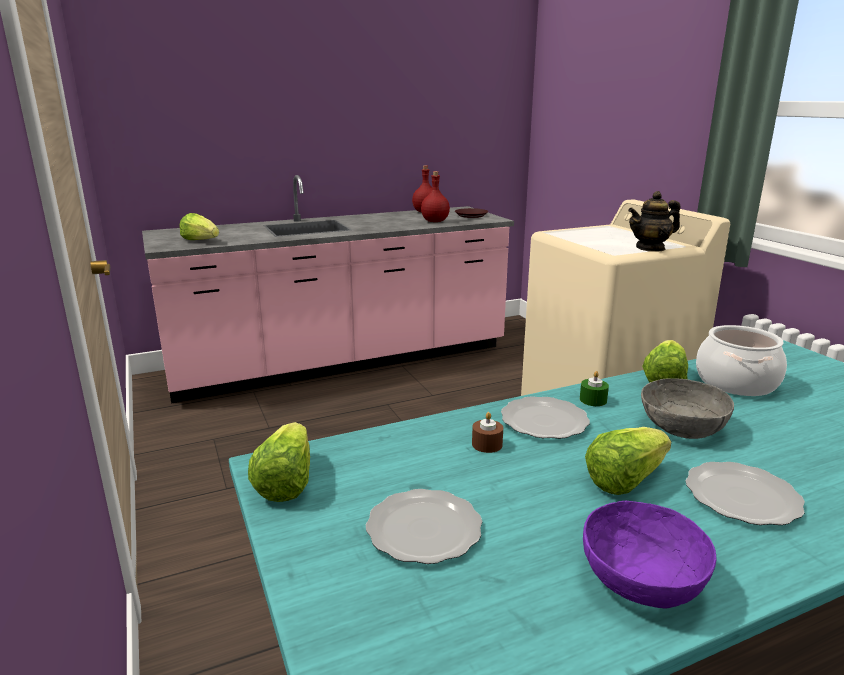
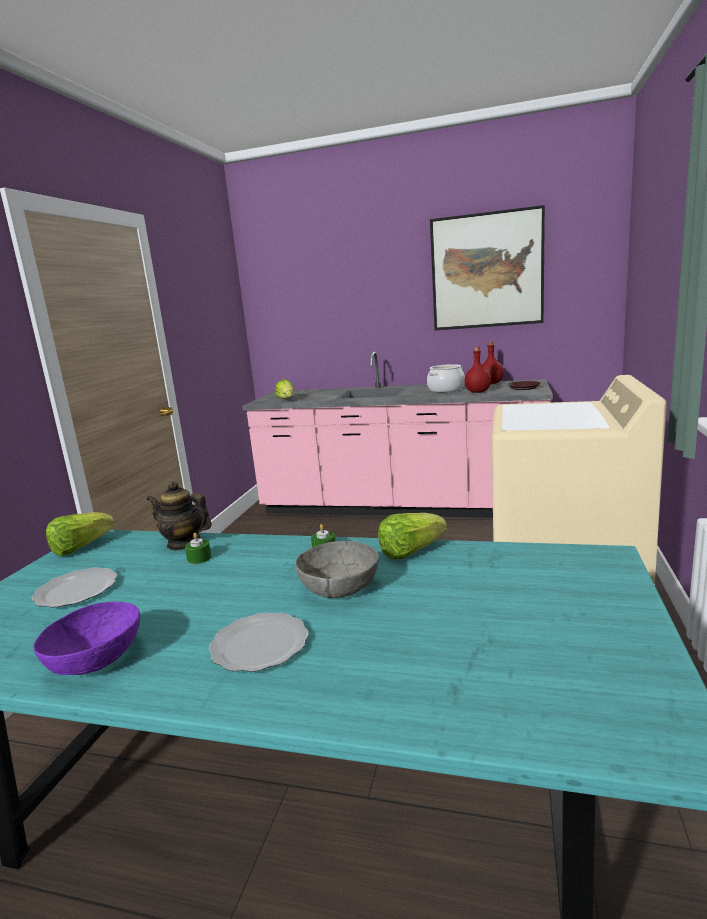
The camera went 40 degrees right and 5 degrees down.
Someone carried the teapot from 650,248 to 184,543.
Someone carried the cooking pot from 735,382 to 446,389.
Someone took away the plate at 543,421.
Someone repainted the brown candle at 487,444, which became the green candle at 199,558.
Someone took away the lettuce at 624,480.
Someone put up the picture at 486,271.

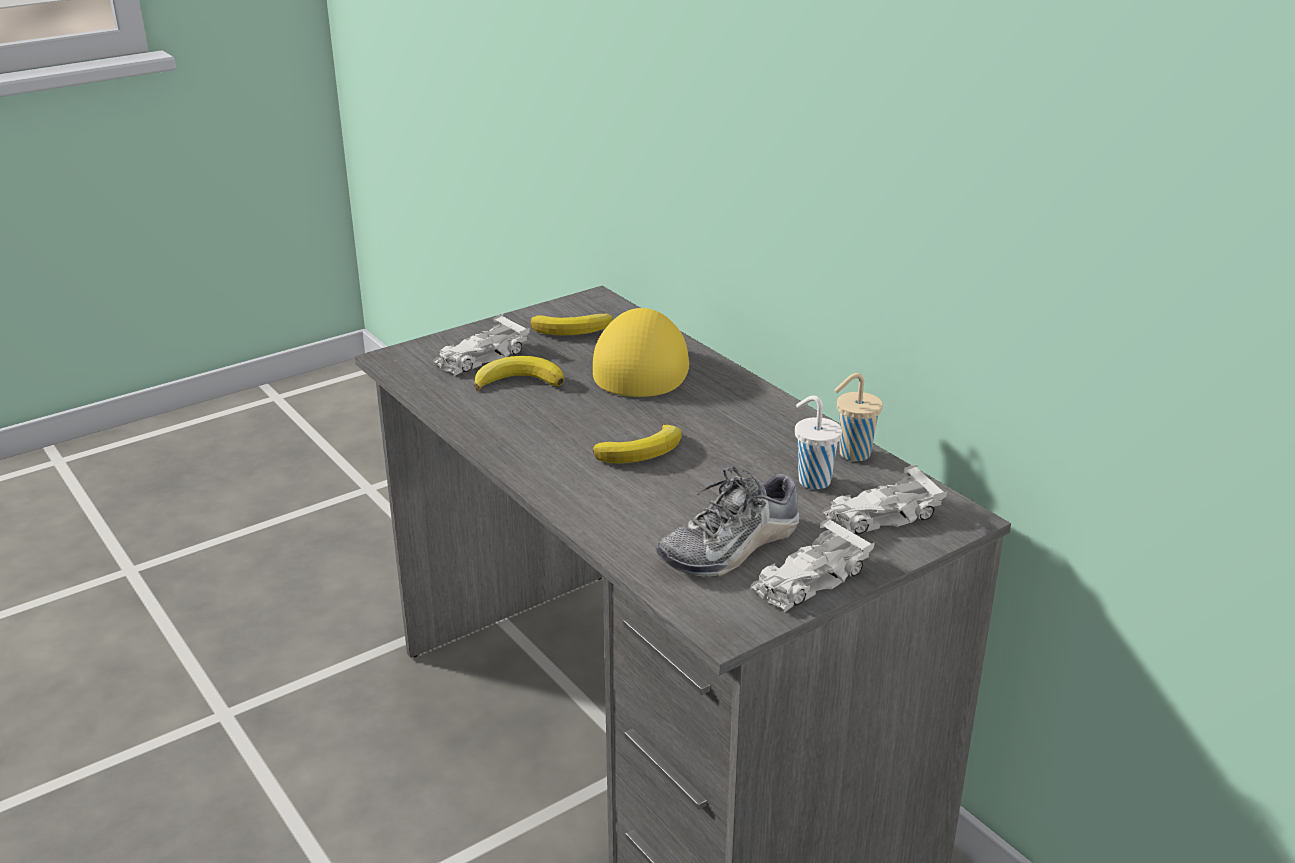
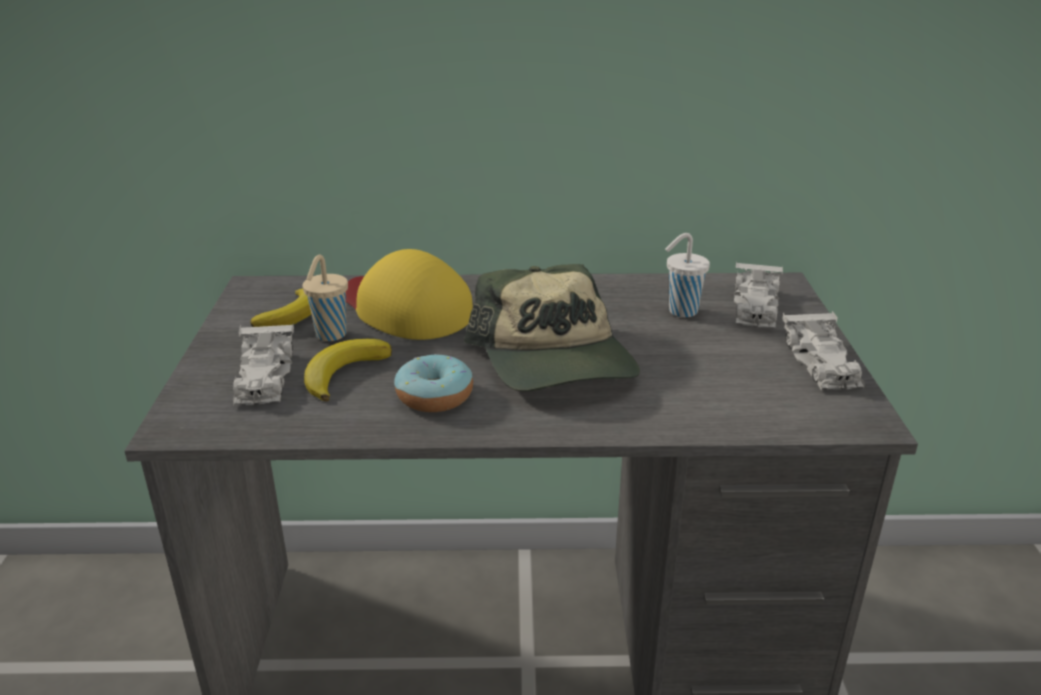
The camera went 55 degrees left and 0 degrees up.
Someone carried the beige cup from 852,454 to 330,335.
Someone swapped the banana at 643,451 for the cap at 555,359.
Someone took away the shoe at 731,547.
Someone put down the donut at 434,396.

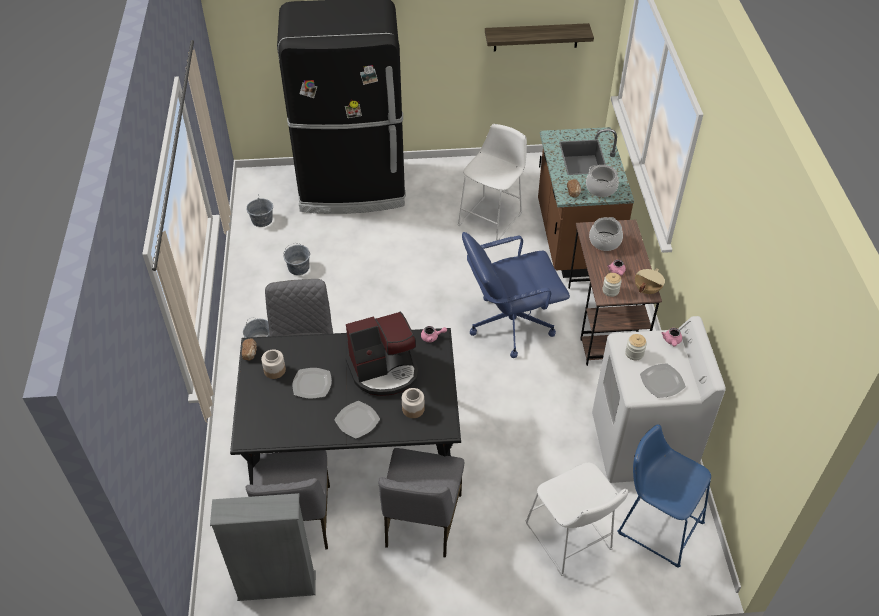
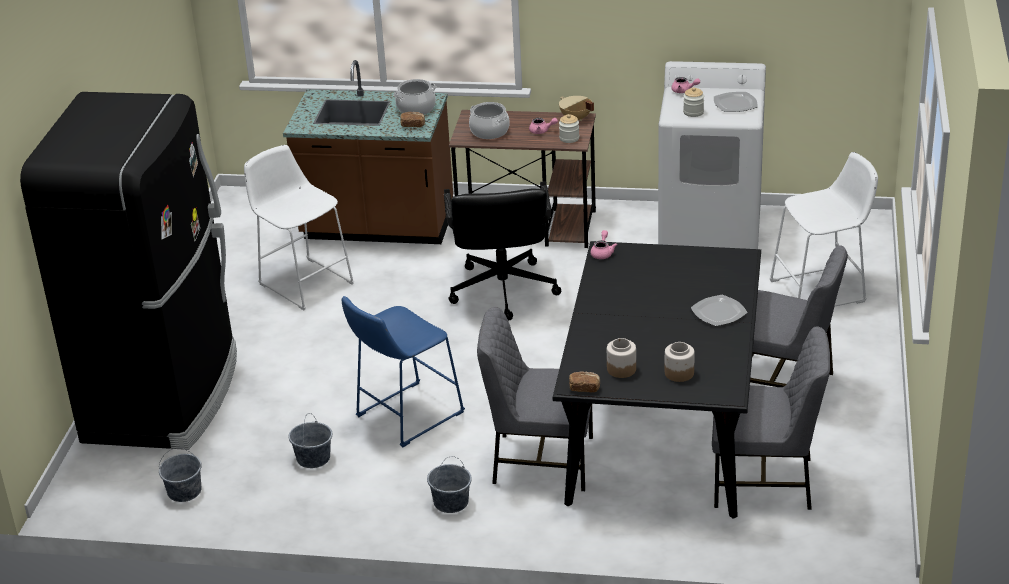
The camera went 75 degrees left and 15 degrees down.
Someone took away the shelf at 536,37.
Someone repainted the blue office chair at 510,324, which became the black office chair at 502,291.
Someone took away the coffee machine at 384,371.
Someone took away the plate at 312,384.
Someone carried the jar from 413,409 to 678,373.
Someone carried the blue stool from 656,525 to 405,416.
Someone took away the grey bookcase at 277,586.

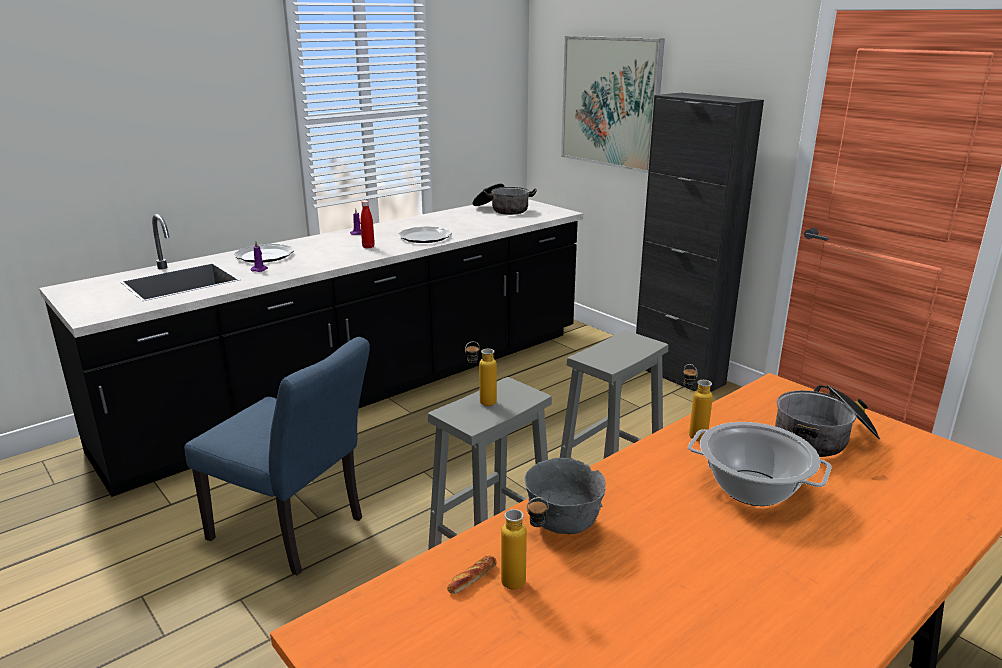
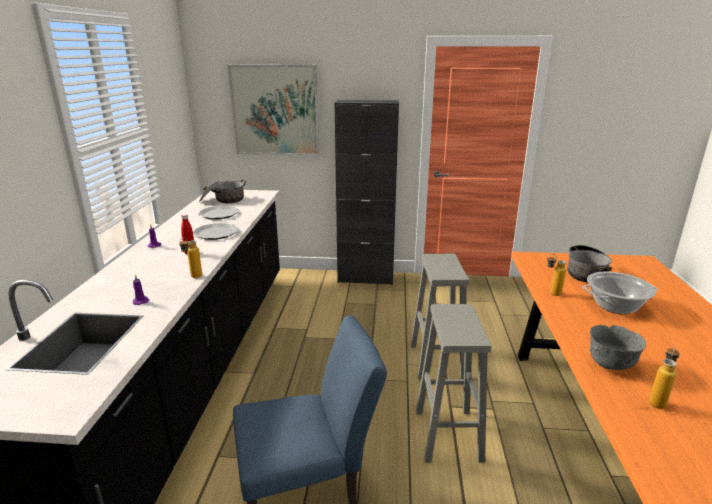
The camera went 45 degrees left and 0 degrees up.
Someone carried the plate from 265,255 to 219,214.
Someone carried the bottle from 481,403 to 193,278.
Someone took away the bread at 472,578.

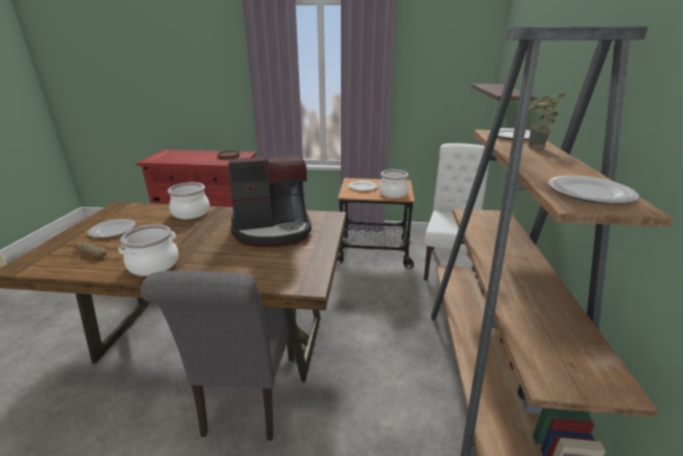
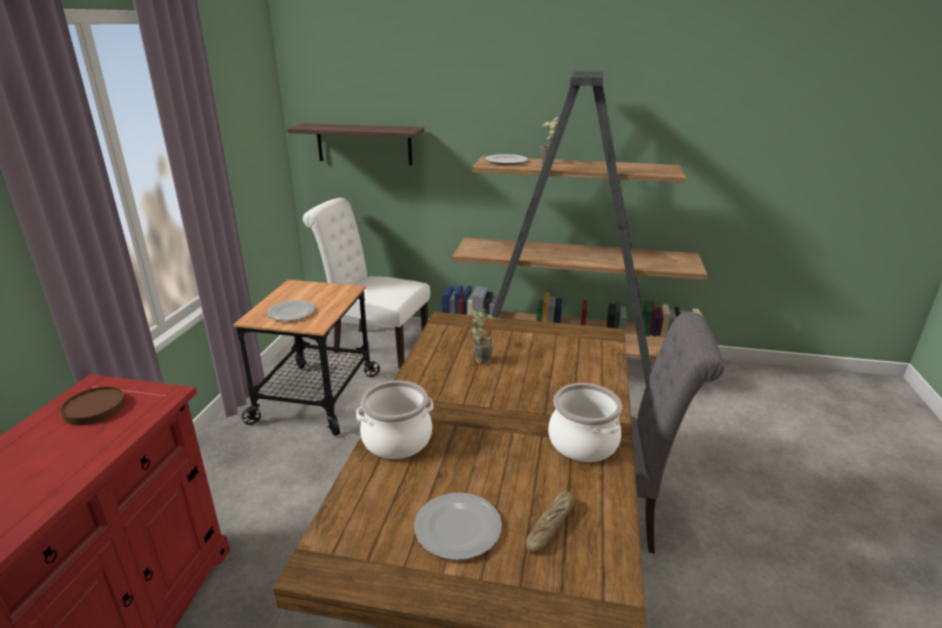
The camera went 85 degrees left and 0 degrees up.
Someone swapped the coffee machine at 273,229 for the potted plant at 480,358.
Someone took away the cooking pot at 393,193.
Someone took away the plate at 590,193.

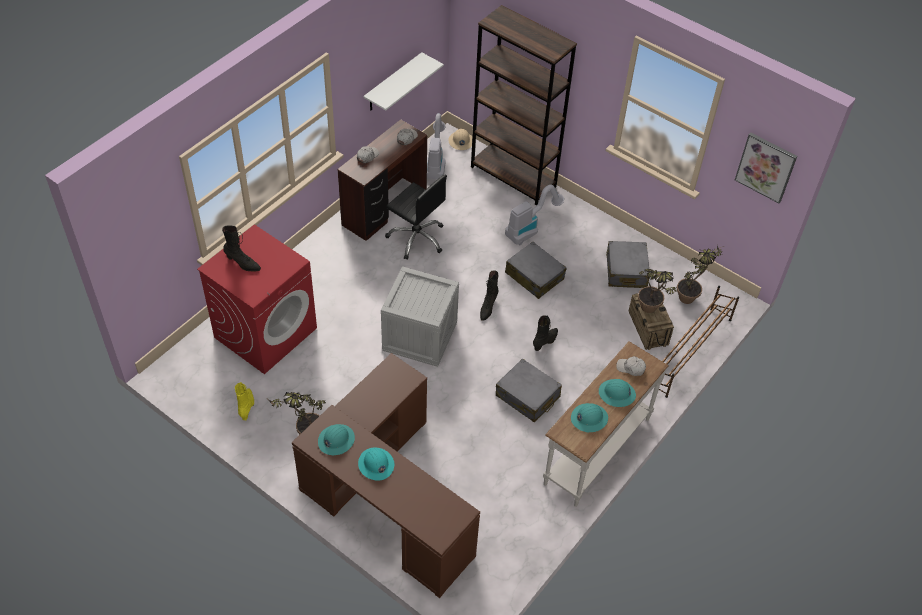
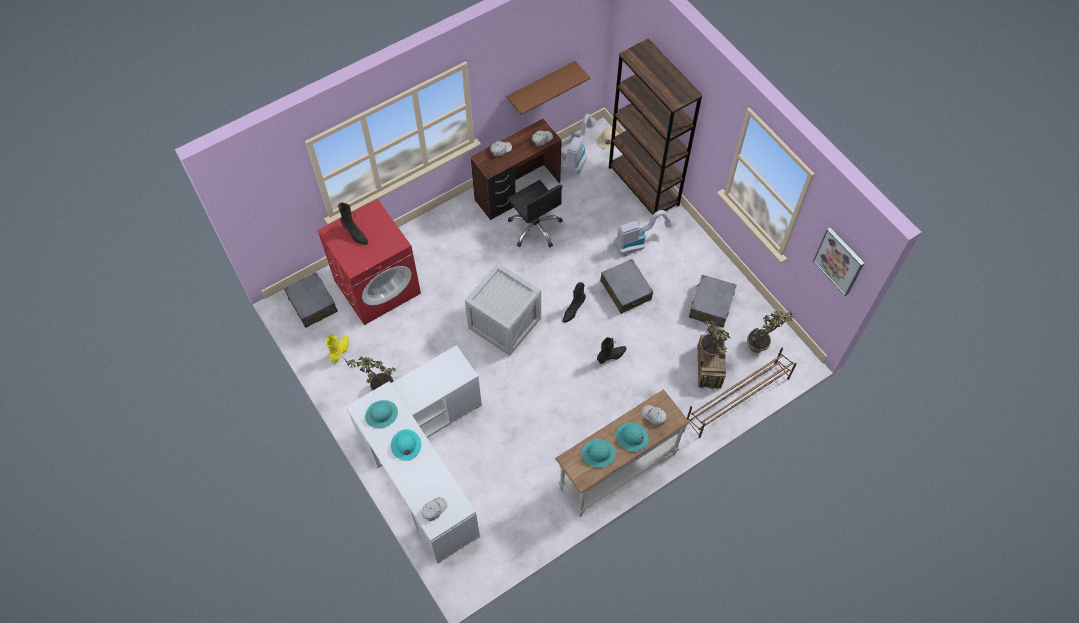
The camera went 20 degrees right and 10 degrees up.
Someone repainted the white shelf at 393,83, which became the brown shelf at 541,85.
Someone repainted the brown desk at 384,496, which became the white desk at 424,462.
Someone carried the grey suitcase from 527,396 to 312,304.
Someone put down the white cap at 434,510.

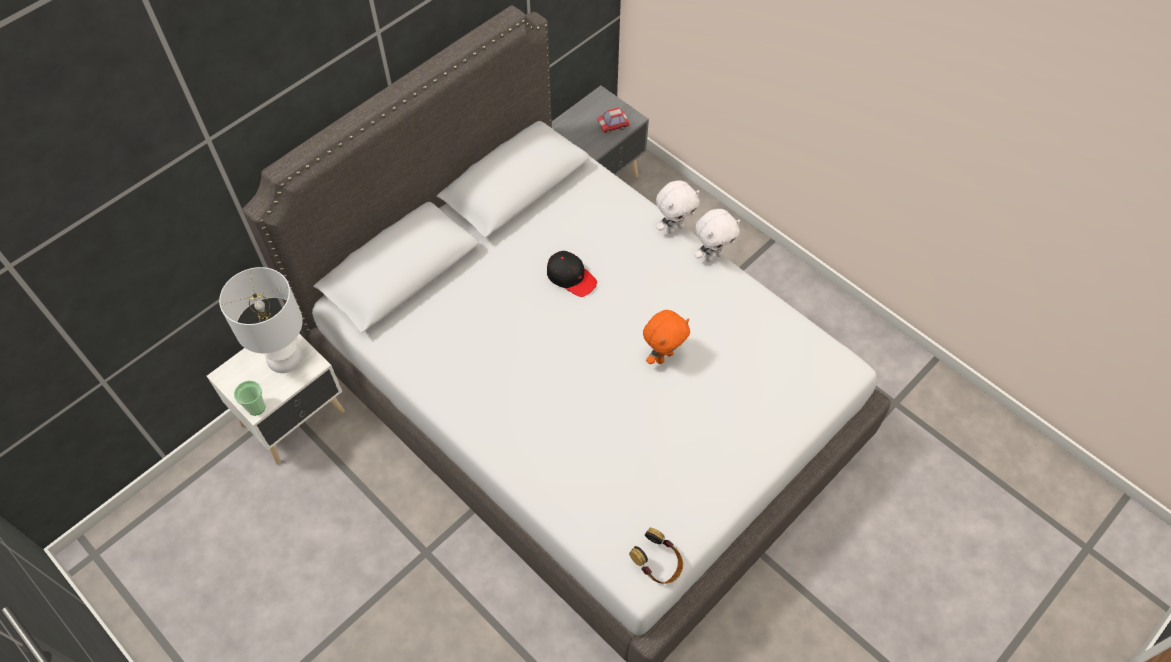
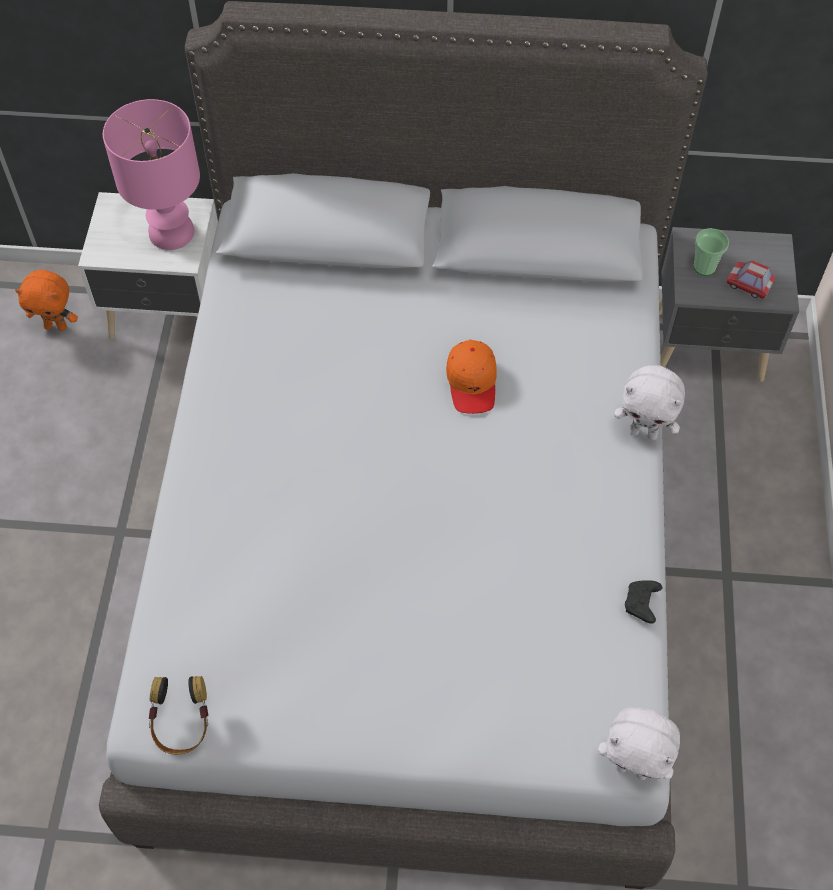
The camera went 50 degrees right and 0 degrees up.
Someone carried the white plush toy from 712,256 to 632,768.
Someone repainted the black cap at 571,277, which became the orange cap at 472,382.
Someone repainted the white table lamp at 285,358, which became the pink table lamp at 171,233.
Someone carried the orange plush toy from 663,356 to 56,326.
Someone carried the cup from 256,407 to 704,267.
Someone put down the black game controller at 641,604.

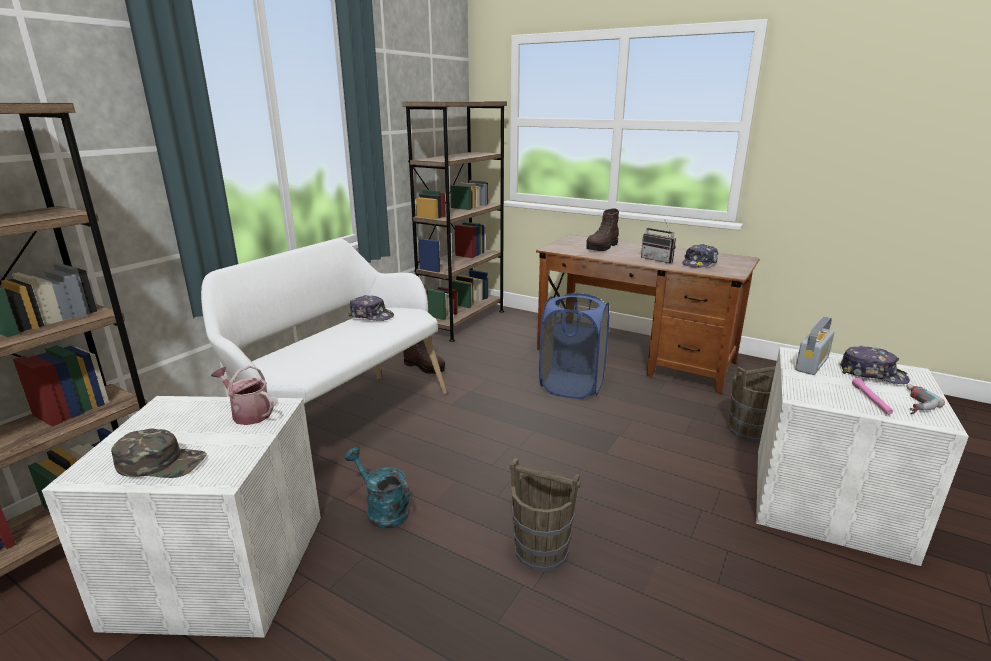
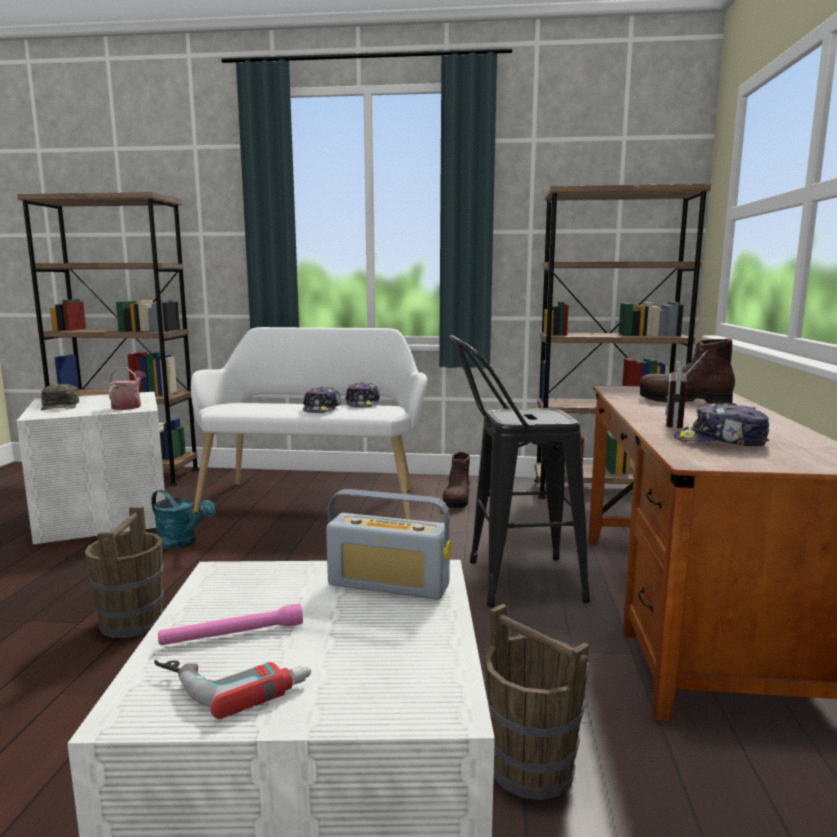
The camera went 65 degrees right and 10 degrees down.
Someone swapped the blue laundry basket at 572,386 for the black stool at 510,581.
Someone carried the cap from 872,374 to 322,409.
Someone rotated the turquoise watering can at 382,511 by 105 degrees clockwise.

